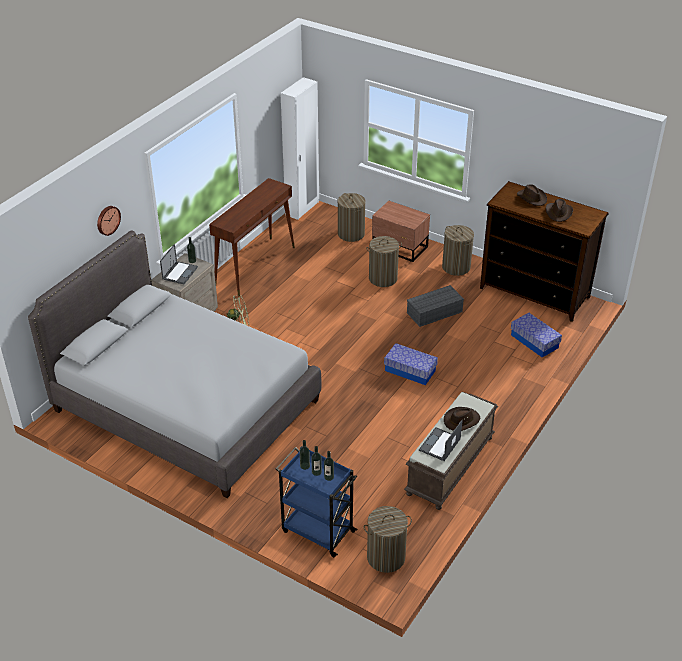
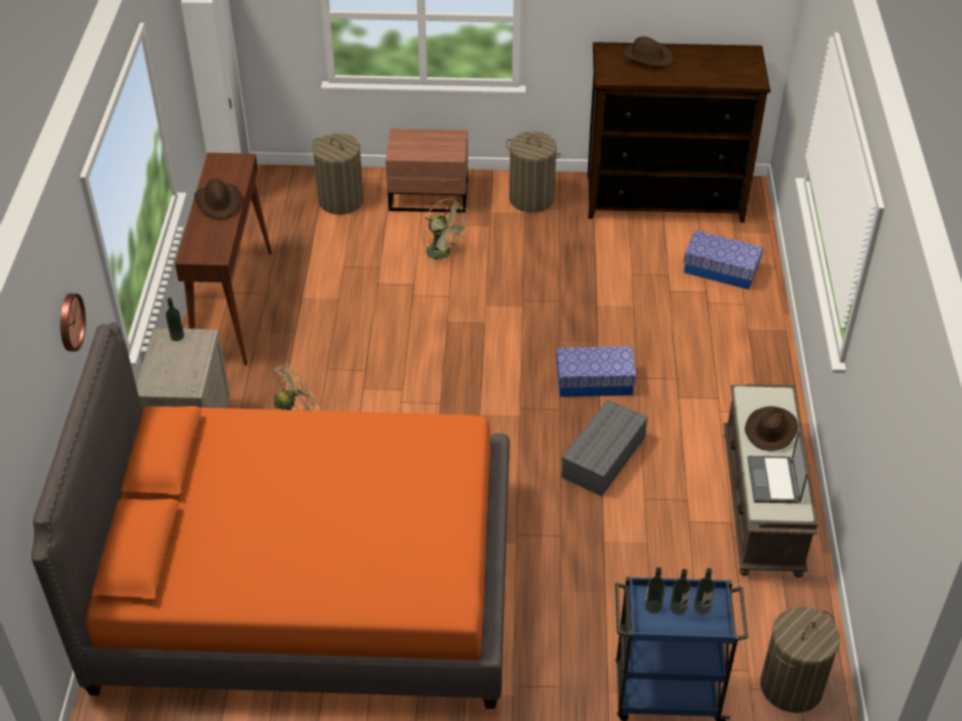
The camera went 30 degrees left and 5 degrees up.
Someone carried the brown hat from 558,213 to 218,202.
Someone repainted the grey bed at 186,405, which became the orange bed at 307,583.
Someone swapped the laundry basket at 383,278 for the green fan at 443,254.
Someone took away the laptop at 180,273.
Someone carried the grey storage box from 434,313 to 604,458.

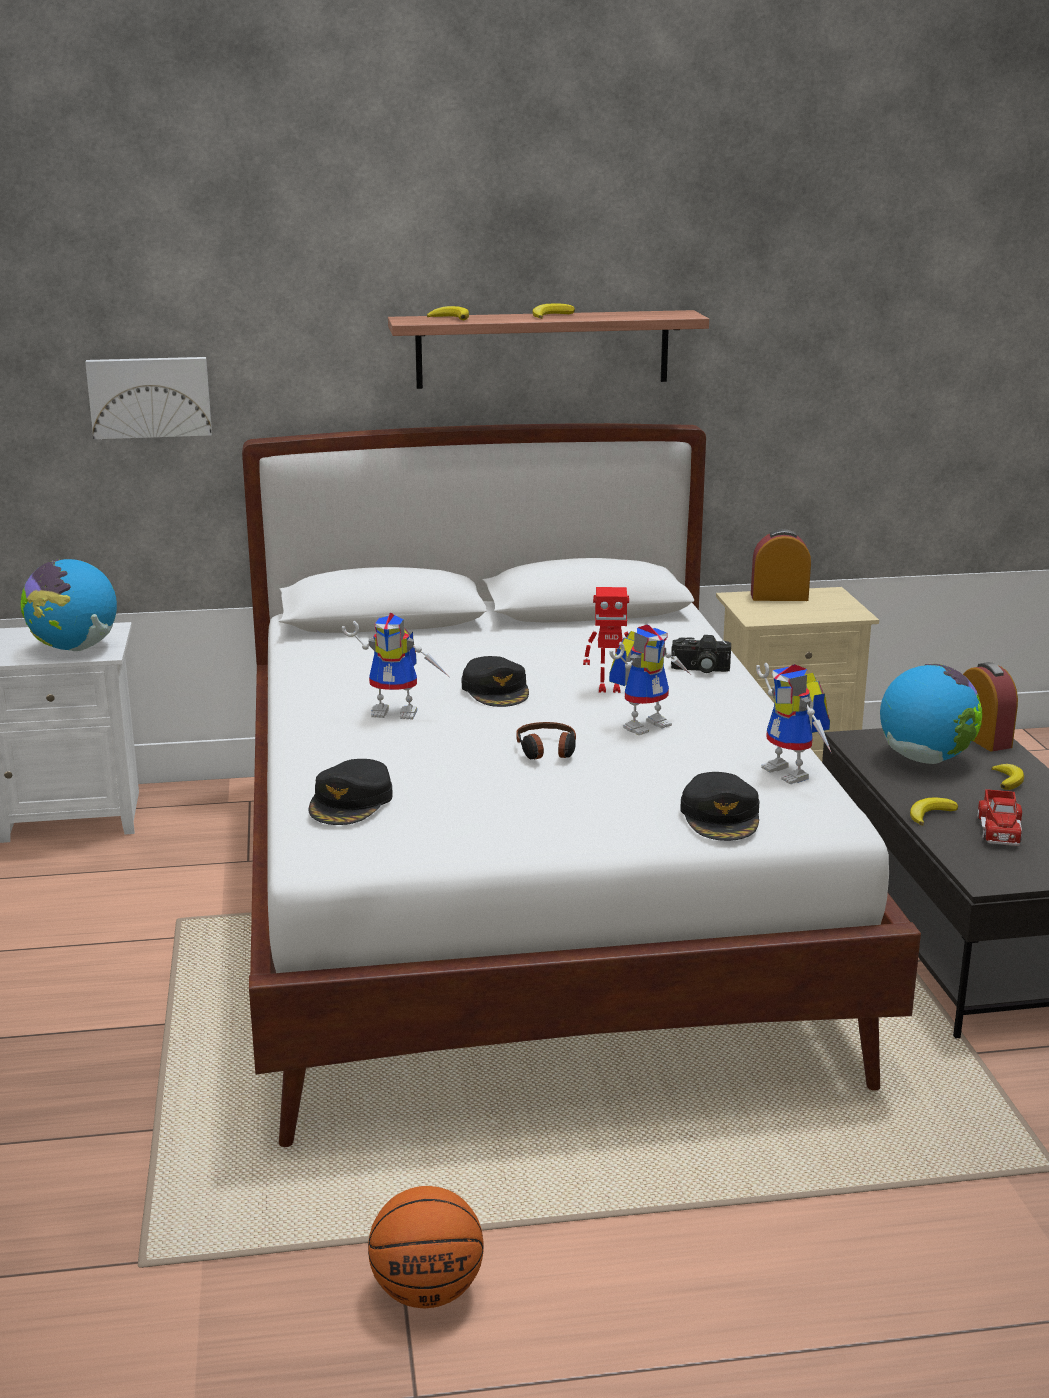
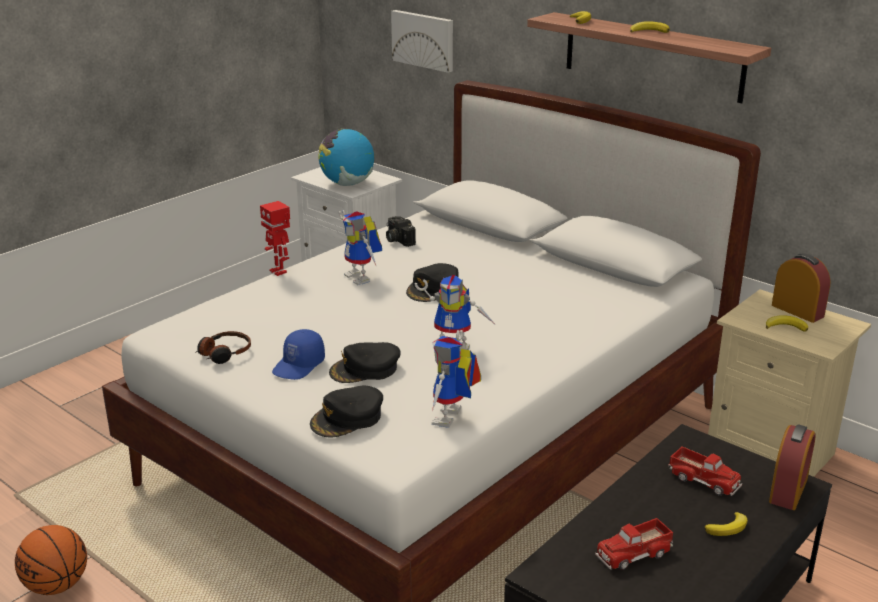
The camera went 50 degrees right and 5 degrees up.
Someone carried the toy robot from 609,688 to 279,271.
Someone carried the photo camera from 700,669 to 397,240.
Someone swapped the globe at 925,759 for the toy truck at 704,479.
Someone carried the headphones from 547,750 to 224,353.
Someone carried the black cap from 351,802 to 365,369.
Someone carried the banana from 930,814 to 785,326.
Someone put down the blue cap at 299,366.

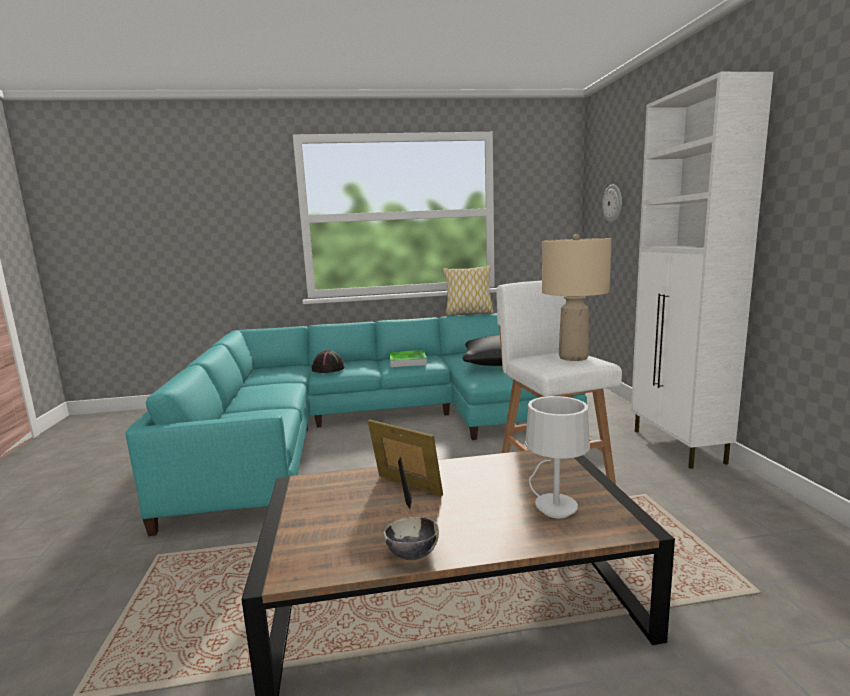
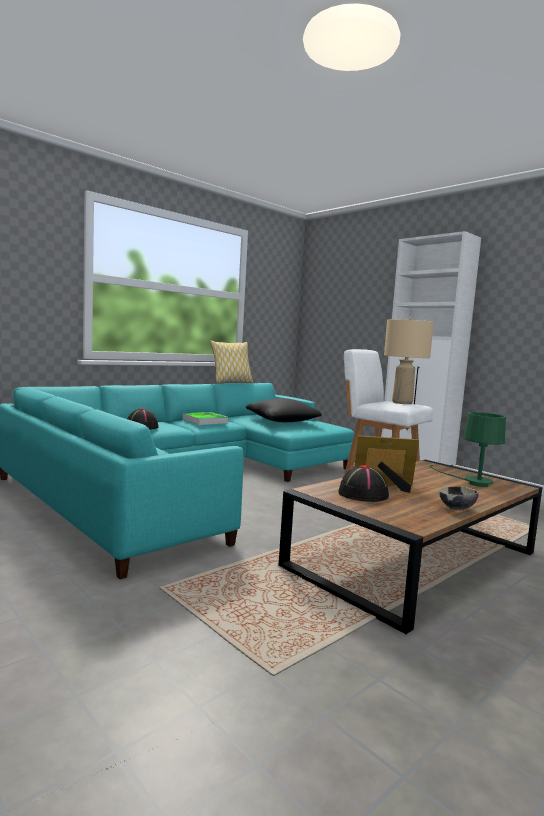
The camera went 35 degrees left and 5 degrees down.
Someone took away the wall clock at 613,203.
Someone repainted the white table lamp at 551,504, which became the green table lamp at 471,482.
Someone put down the black hat at 363,494.

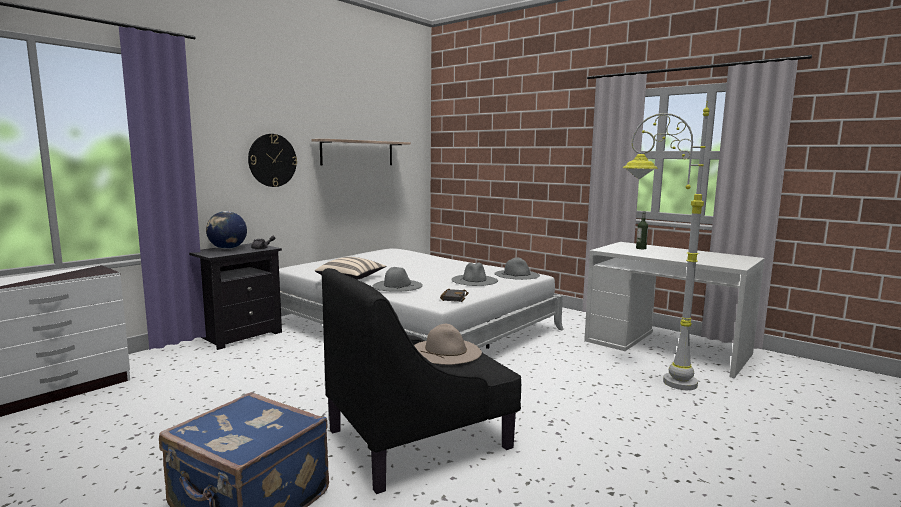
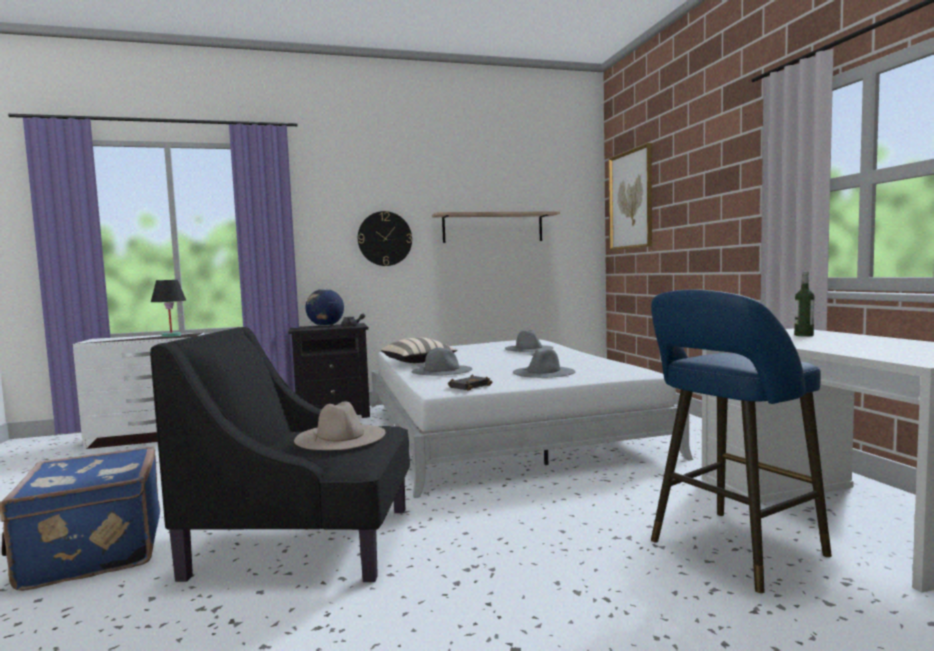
The camera went 35 degrees right and 5 degrees down.
Someone swapped the grey floor lamp at 650,378 for the blue stool at 731,551.
Someone carried the grey hat from 517,274 to 529,348.
Someone put up the picture at 631,200.
Someone put down the black table lamp at 171,336.

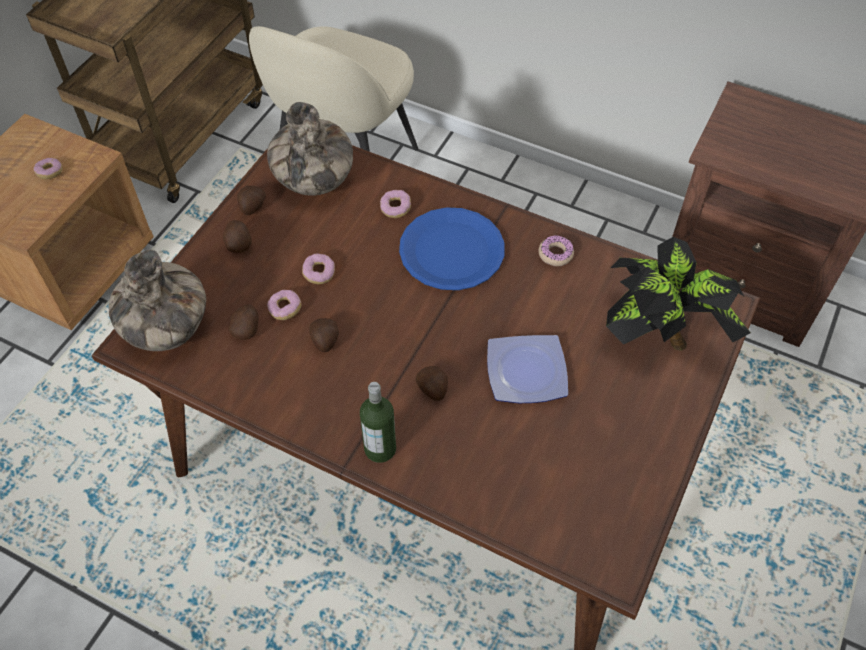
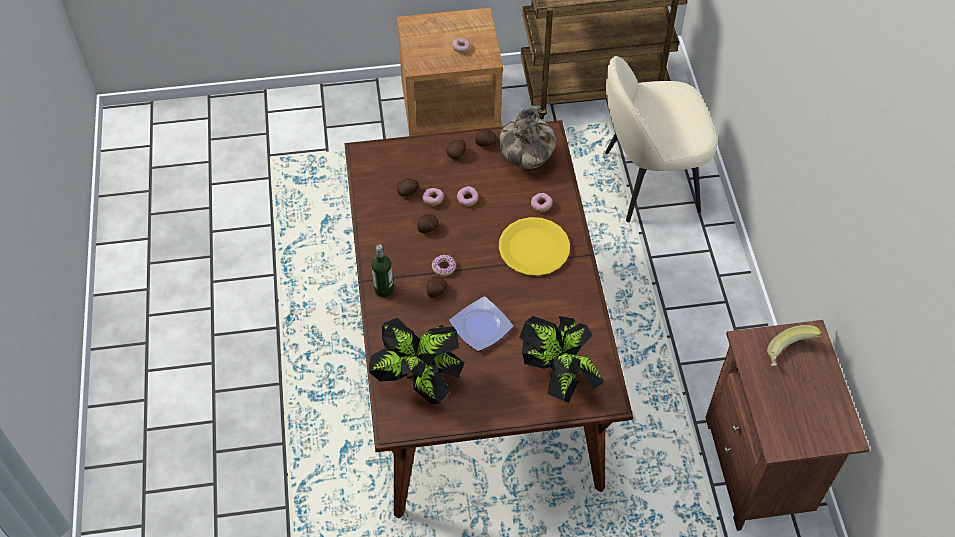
The camera went 55 degrees right and 0 degrees up.
Someone repainted the blue plate at 451,250, which became the yellow plate at 534,248.
Someone carried the donut from 555,254 to 443,267.
Someone took away the vase at 169,330.
Someone put down the potted plant at 419,381.
Someone put down the banana at 789,354.

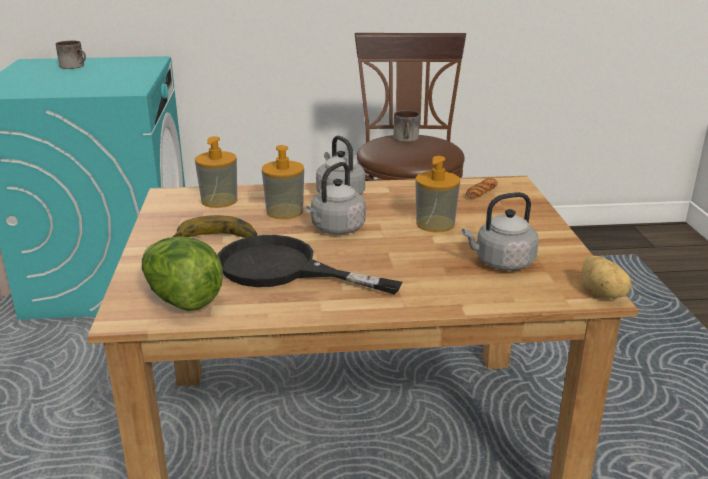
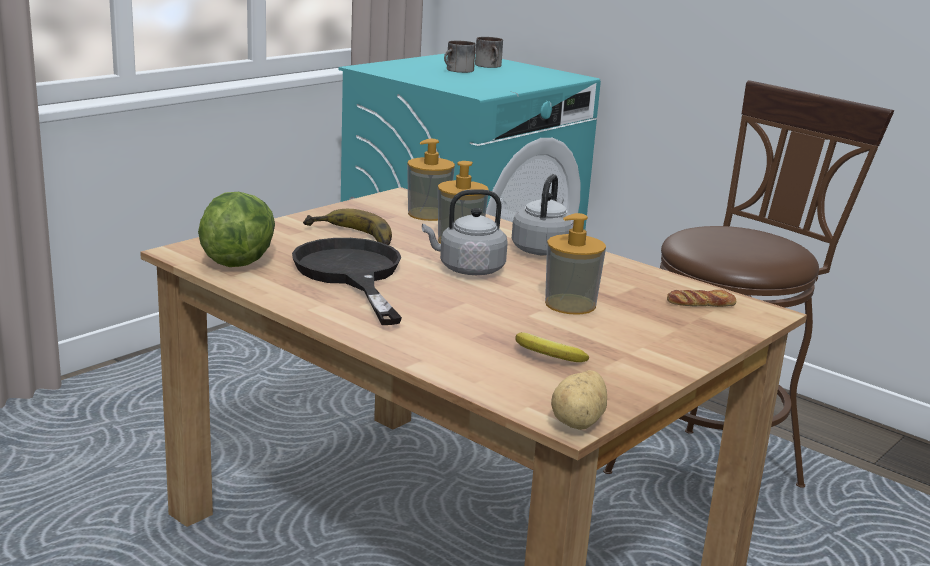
The camera went 45 degrees right and 5 degrees down.
Someone carried the mug from 407,139 to 458,70.
Someone swapped the grey kettle at 501,263 for the banana at 546,355.

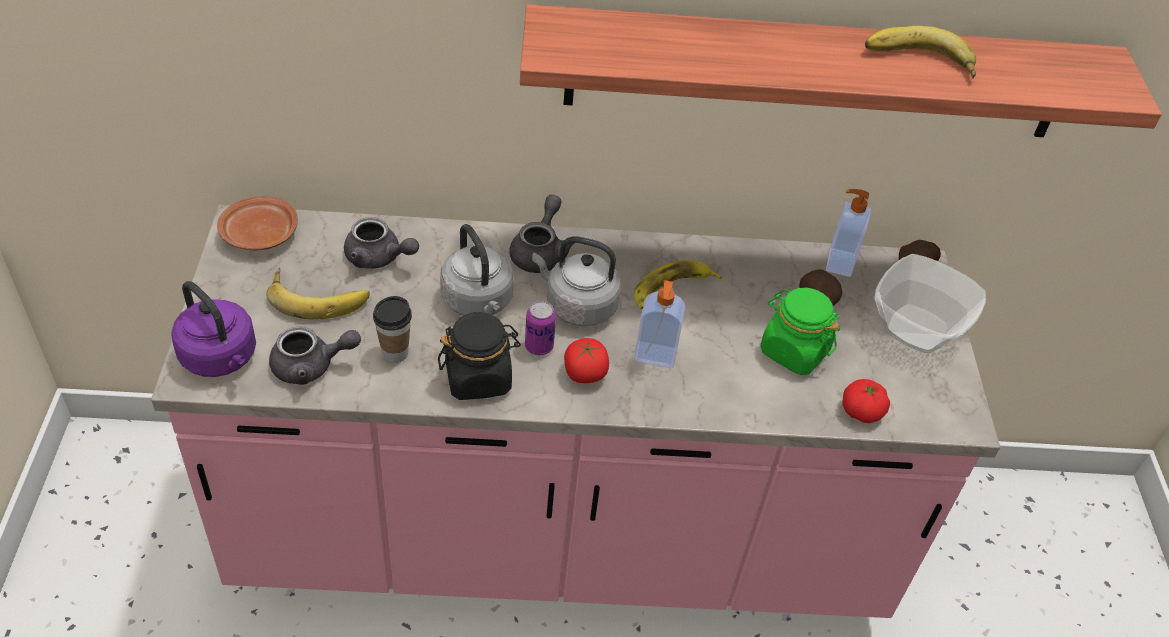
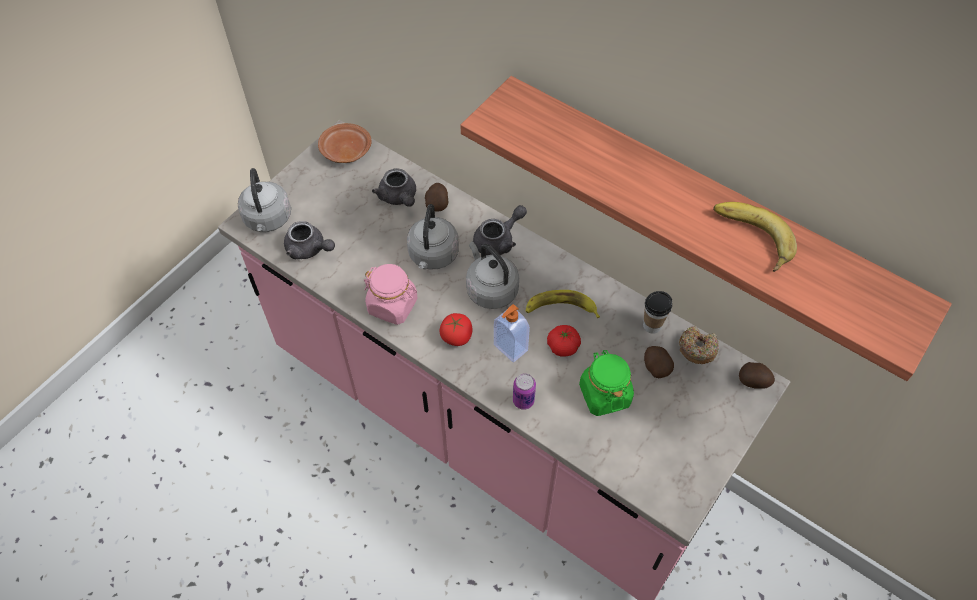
The camera went 40 degrees right and 10 degrees up.
Someone swapped the soap dispenser at 838,262 for the donut at 697,349.
Someone took away the bowl at 914,329.
Someone took away the banana at 318,296.
Someone repainted the purple kettle at 221,358, which became the grey kettle at 268,220.
Someone carried the cup from 395,353 to 652,325.
Someone carried the can from 539,346 to 523,400.
Someone repainted the black jar at 478,378, which became the pink jar at 393,305.
Someone carried the tomato from 861,411 to 563,346.
Someone put down the potato at 437,203.

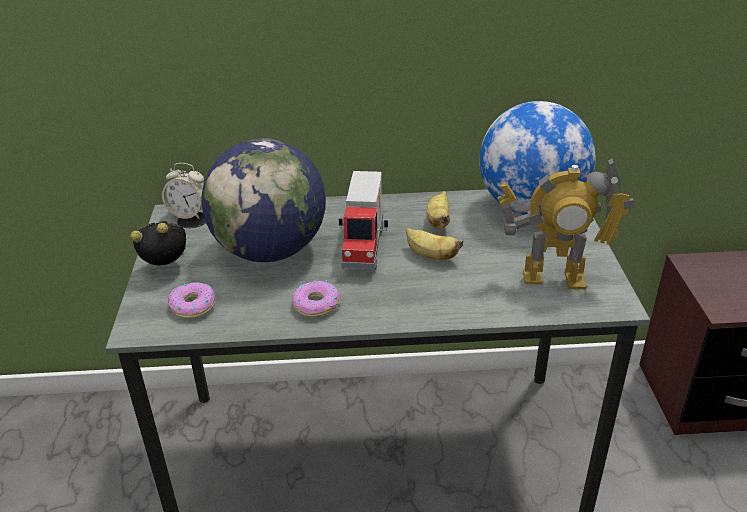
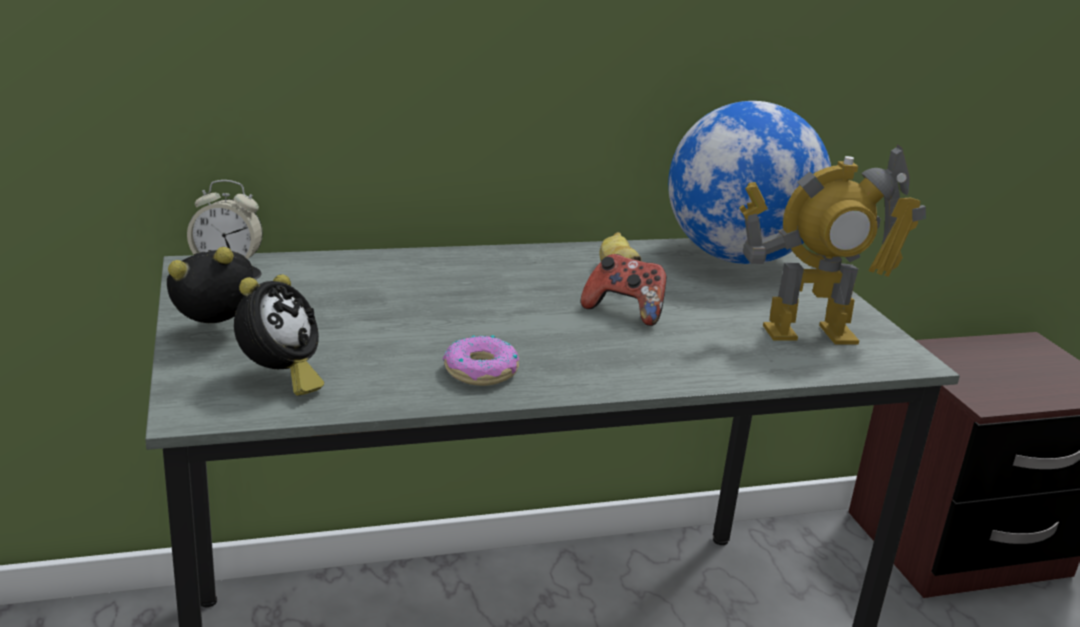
The camera went 15 degrees left and 10 degrees down.
Someone took away the globe at 270,251.
Someone took away the toy truck at 366,247.
Someone swapped the banana at 430,255 for the game controller at 624,311.
Someone swapped the donut at 193,306 for the alarm clock at 280,378.

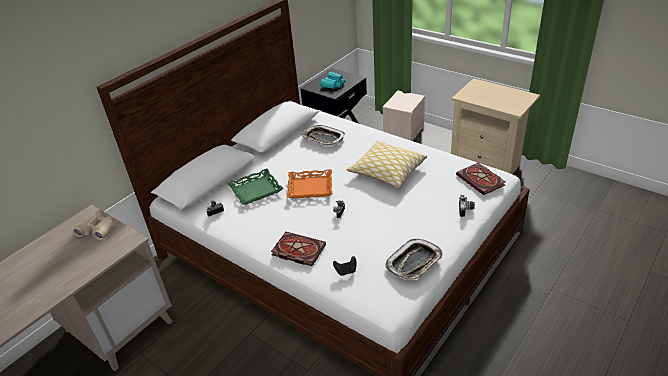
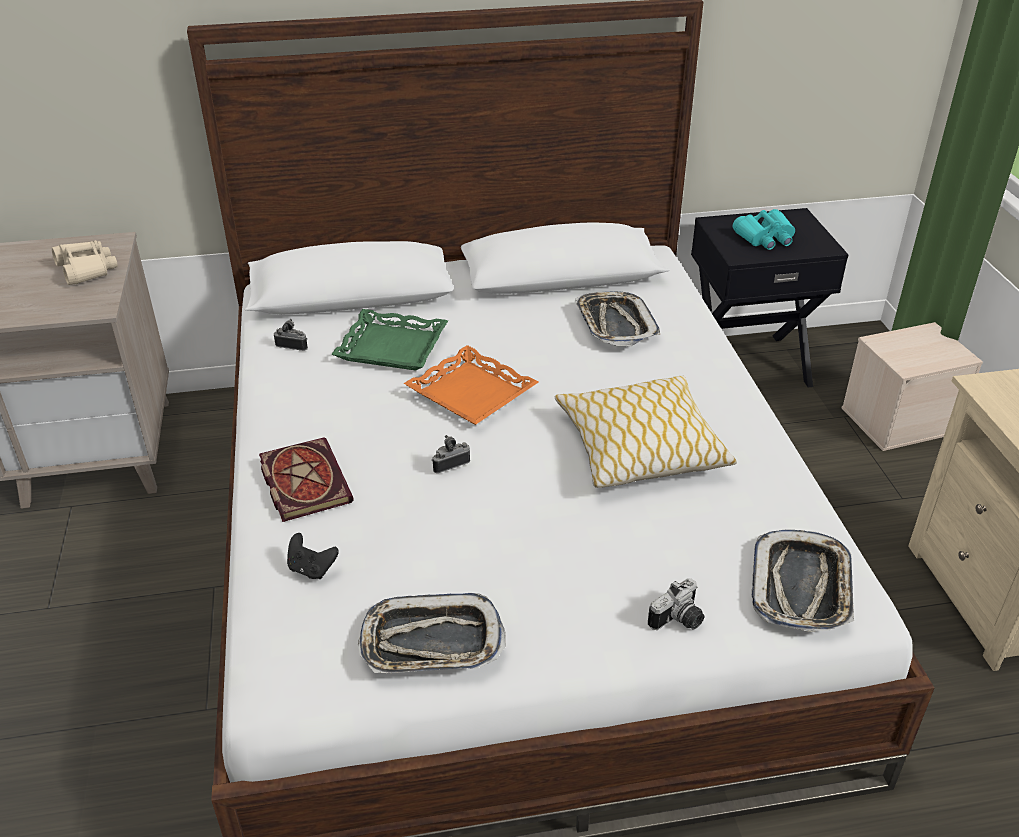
The camera went 40 degrees right and 0 degrees up.
Someone swapped the book at 481,180 for the tray at 801,587.

